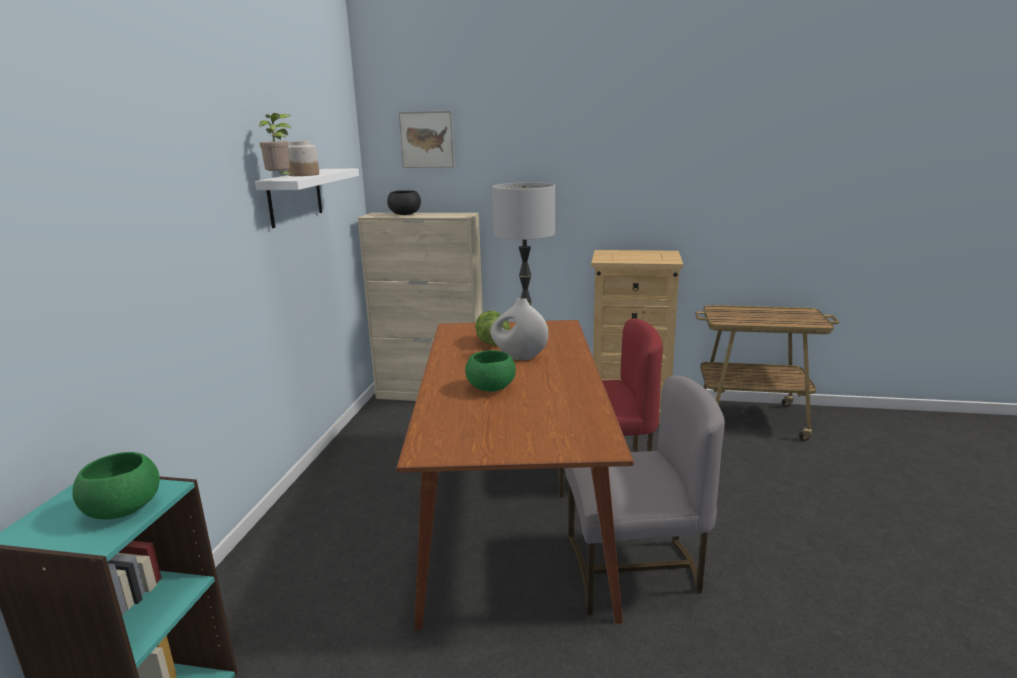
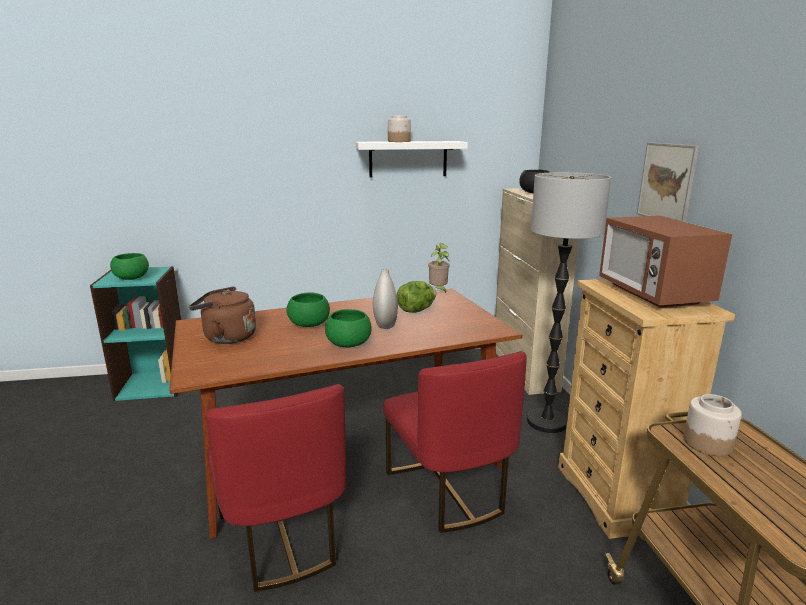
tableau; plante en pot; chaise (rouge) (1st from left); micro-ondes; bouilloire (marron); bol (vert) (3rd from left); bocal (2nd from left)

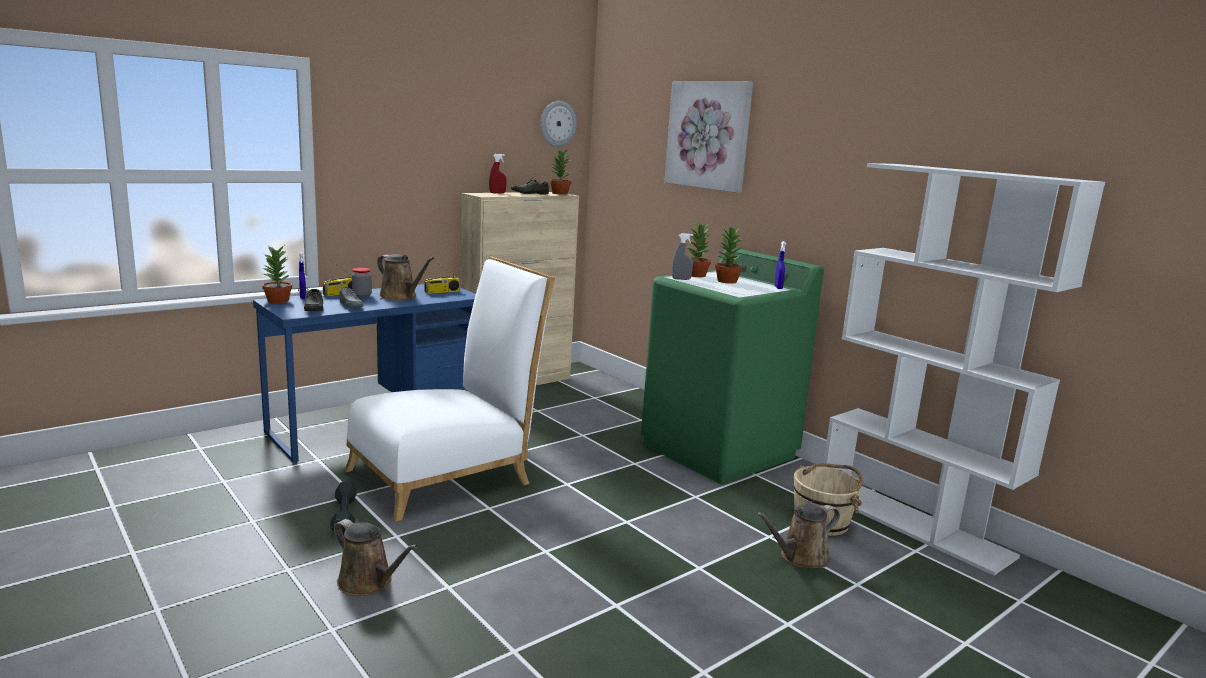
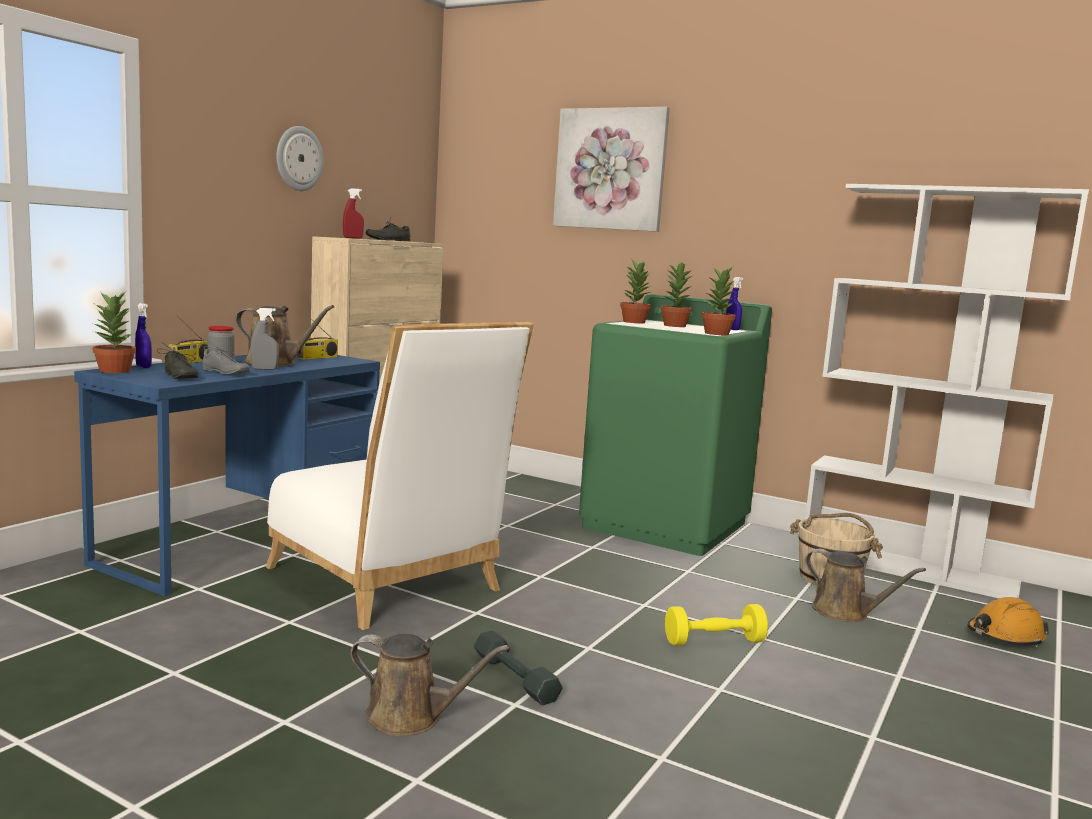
horloge murale; plante en pot (4th from left); vaporisateur (gris); chaise (blanc); haltère (gris); arrosoir (marron) (3rd from left); casque de chantier (orange); haltère (jaune)

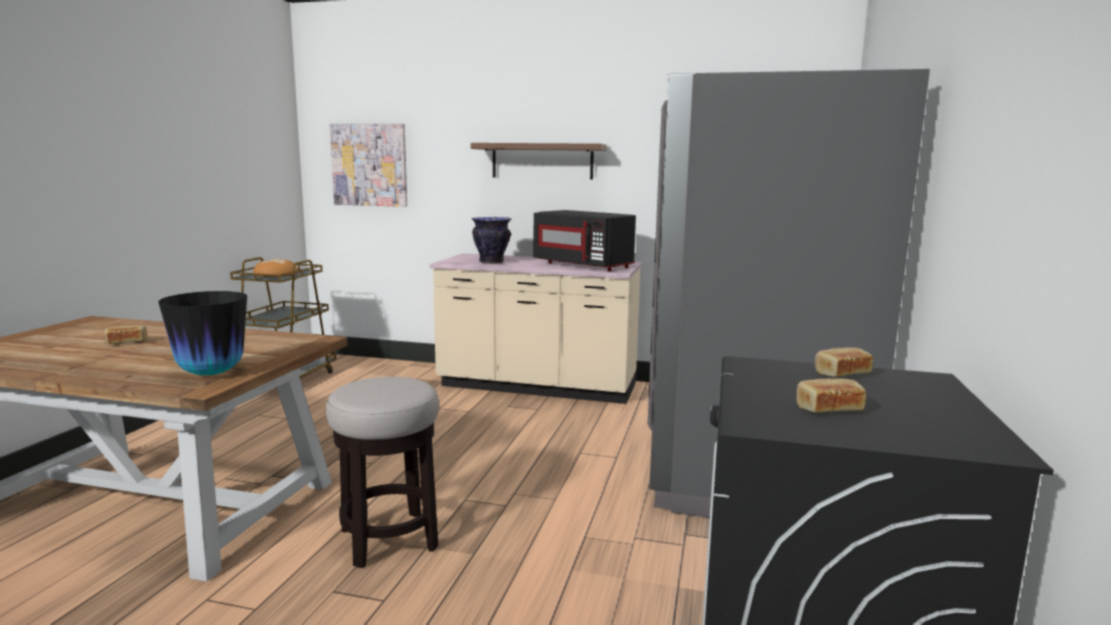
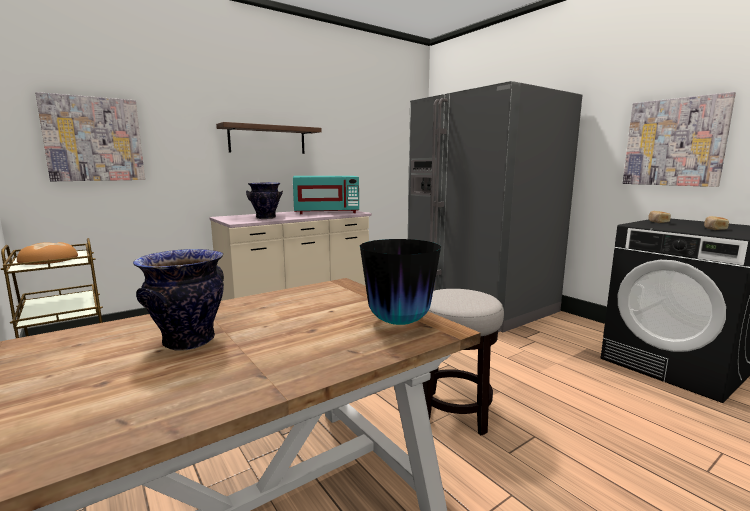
micro-ondes (turquoise); vase (1st from left); tableau (2nd from left)

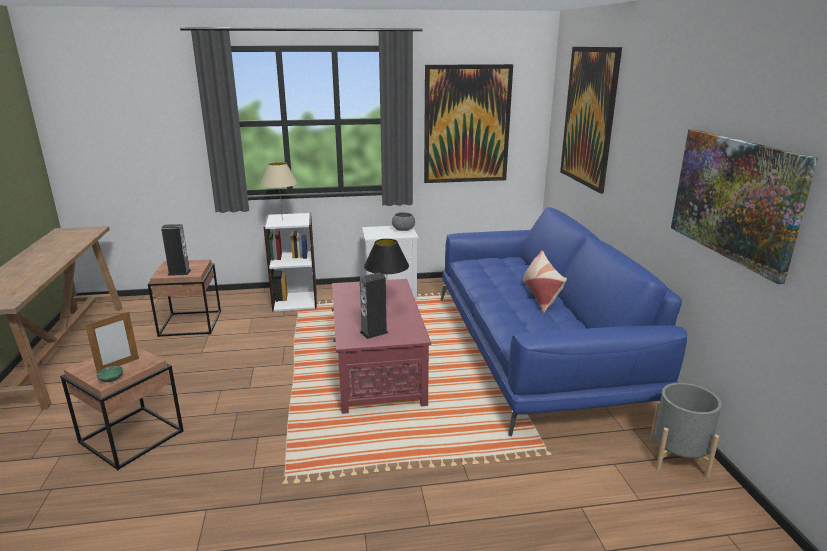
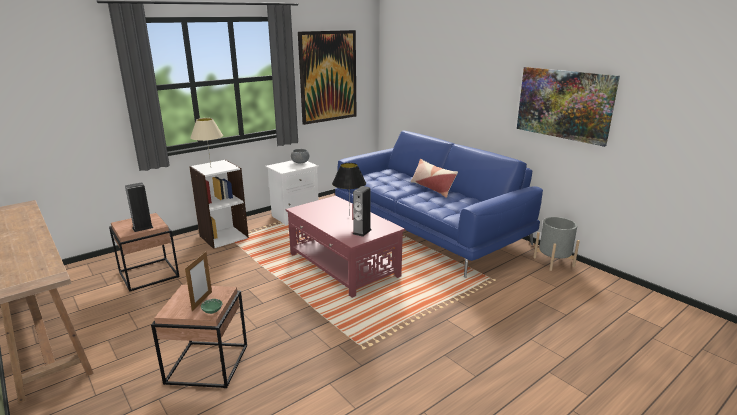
tableau (2nd from left in the first image)

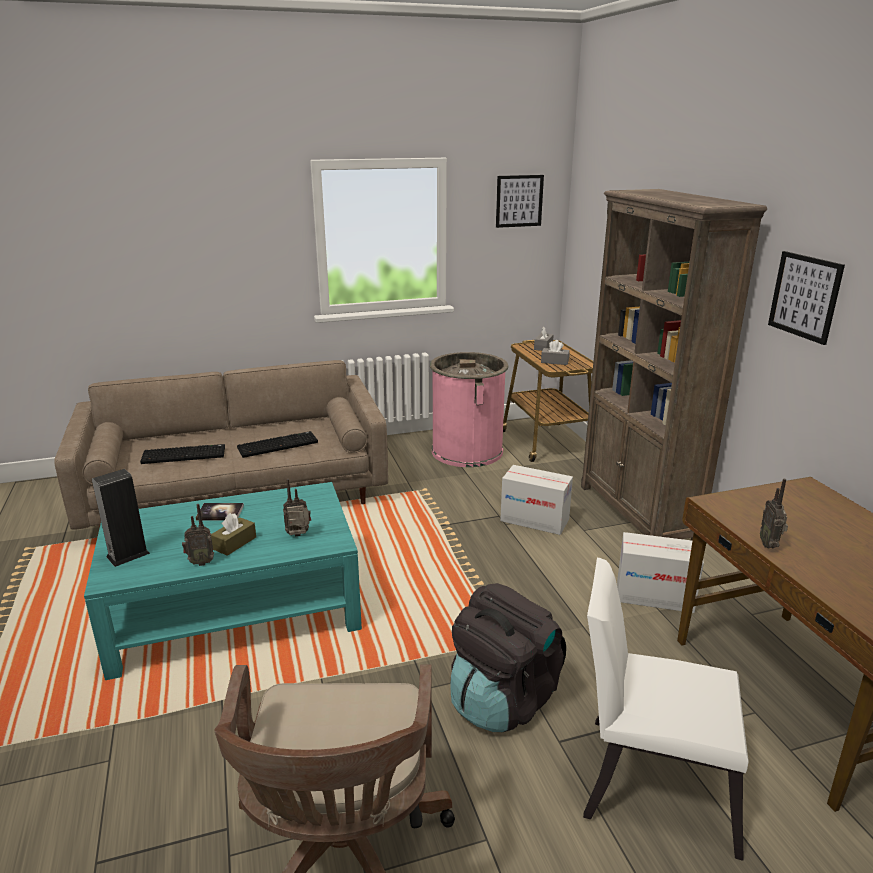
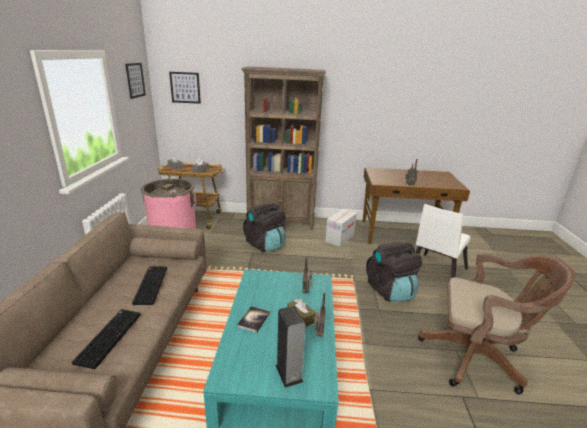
tableau (2nd from left); sac à dos (noir) (1st from left)

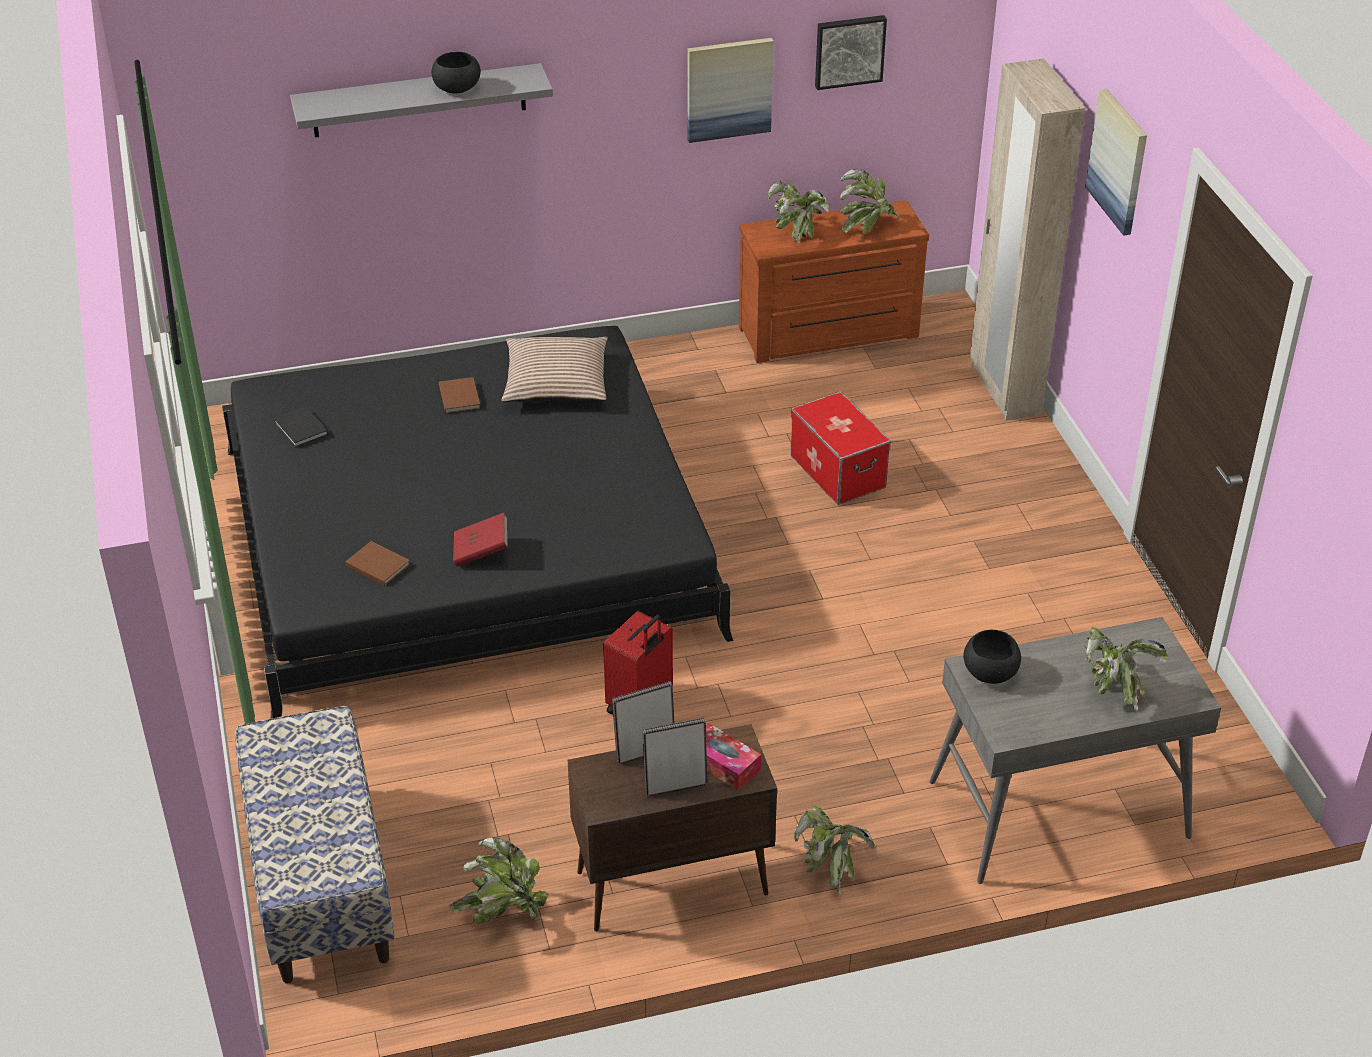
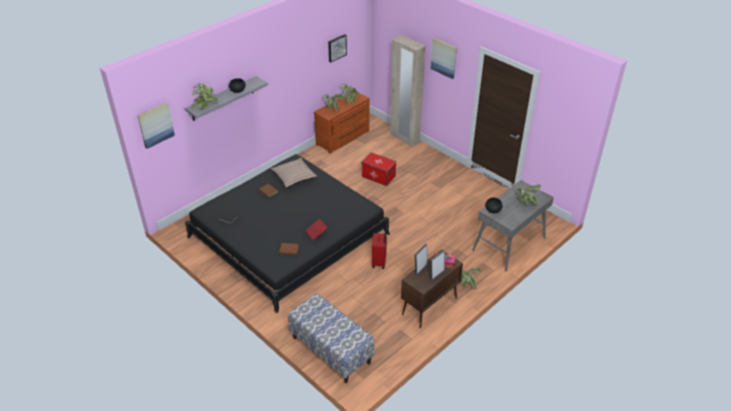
tableau (1st from left); plante en pot (1st from left)

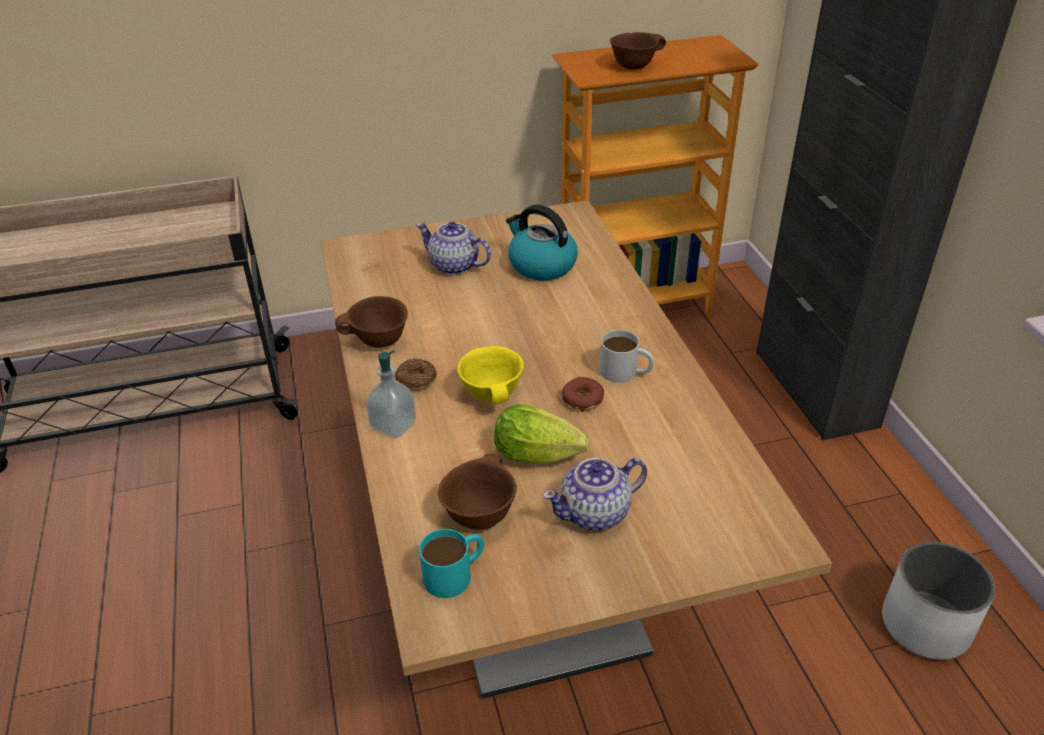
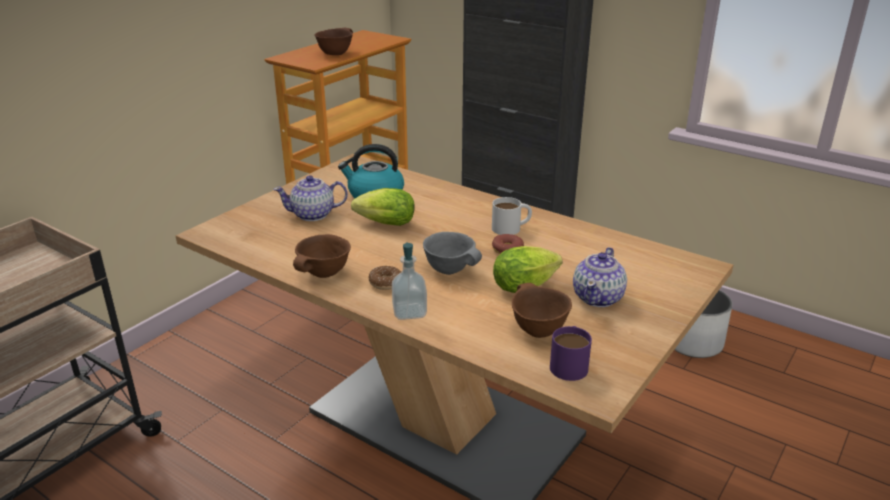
bol (gris); mug (violet); laitue (1st from left)

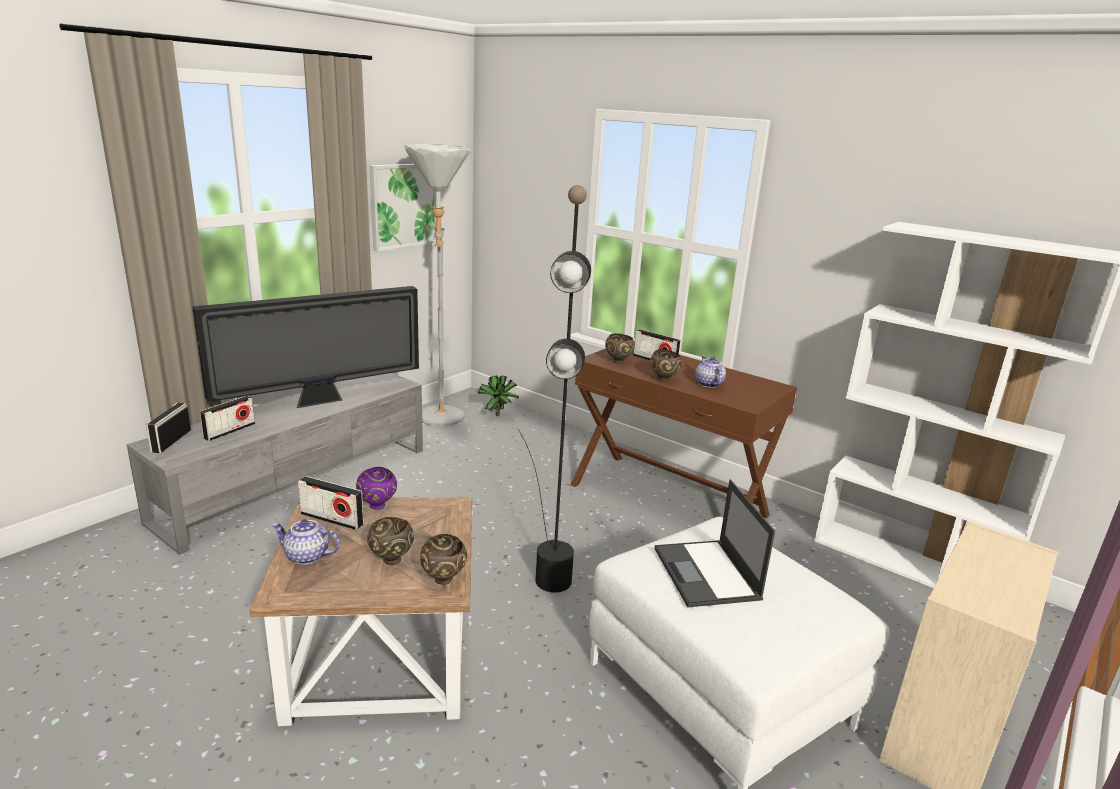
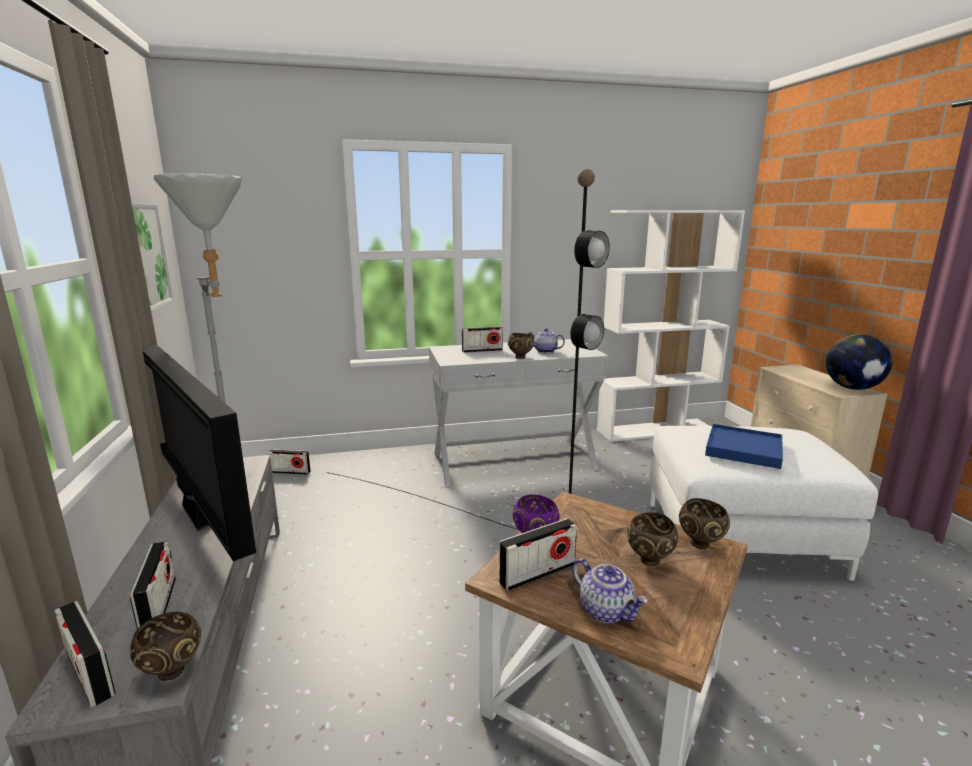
téléviseur; bol (marron) (1st from left); table console (blanc); radio (3rd from left); plateau (bleu); théière (2nd from left); globe

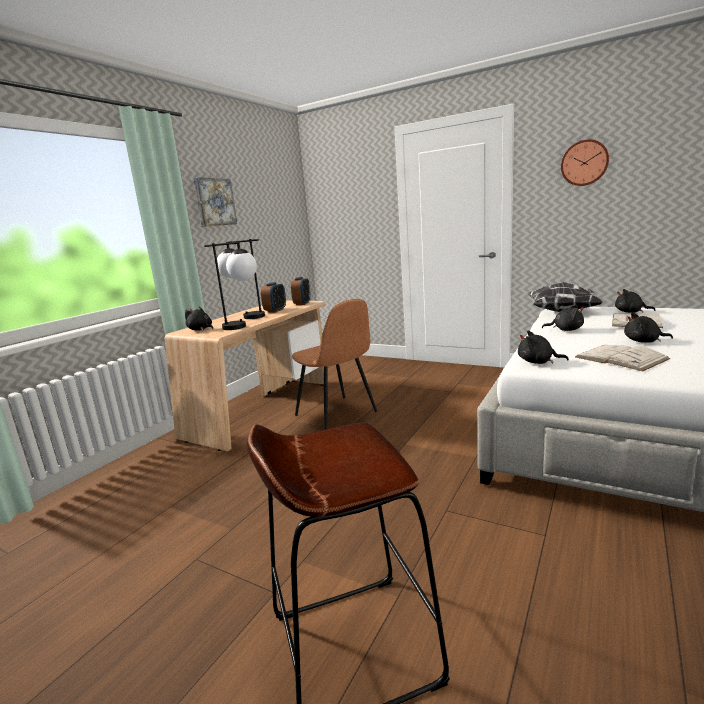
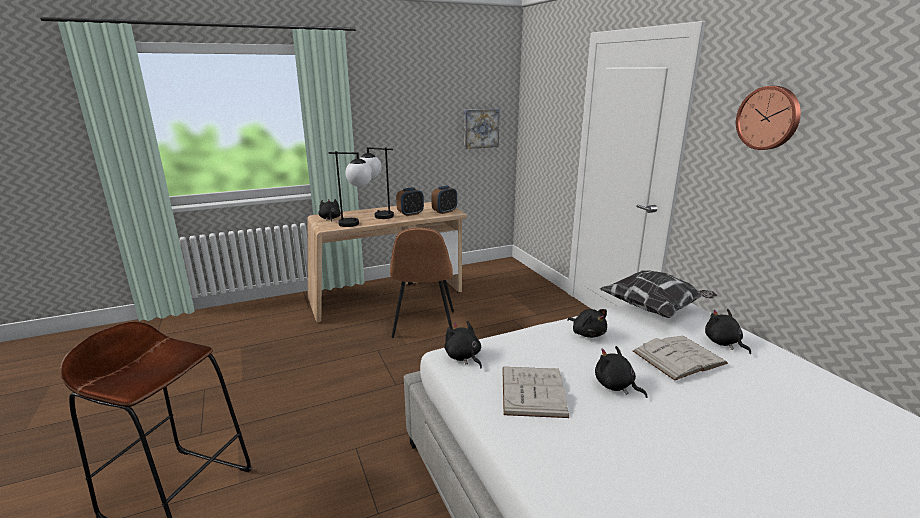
tableau

